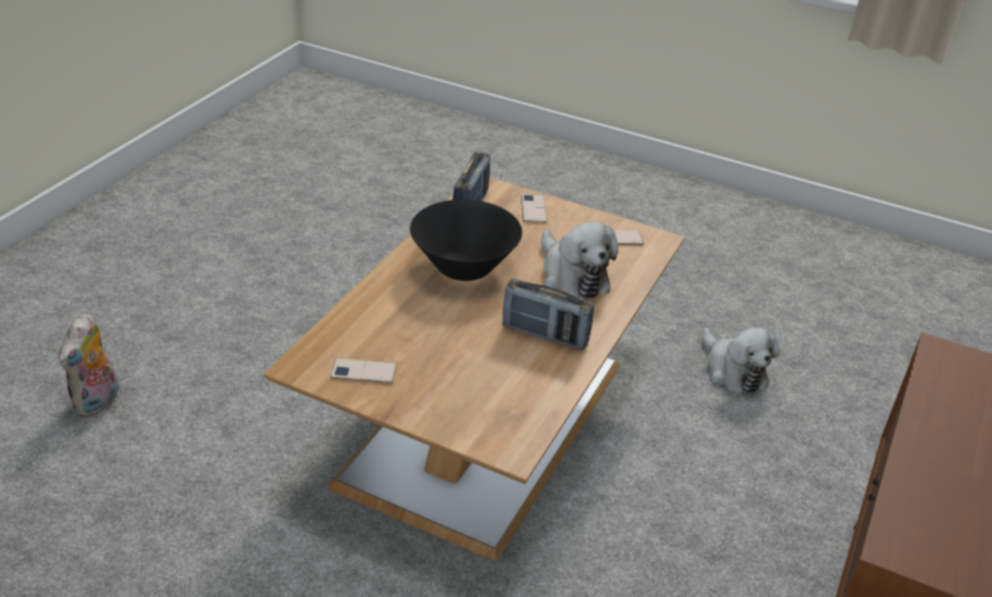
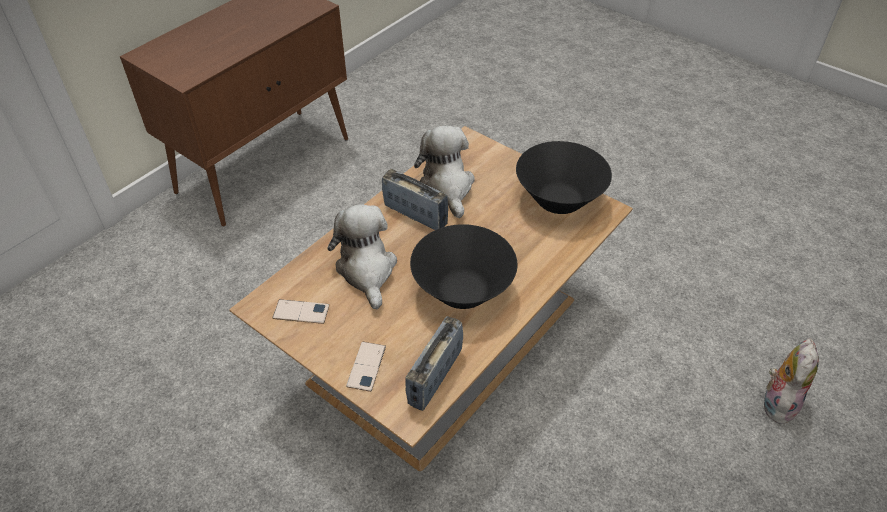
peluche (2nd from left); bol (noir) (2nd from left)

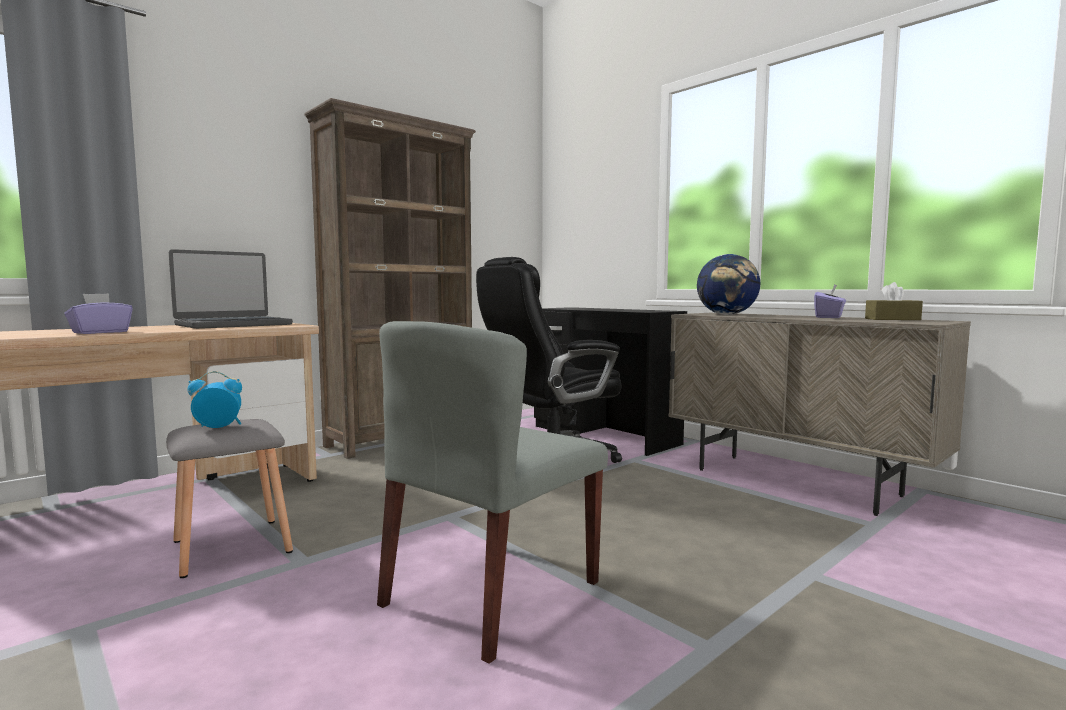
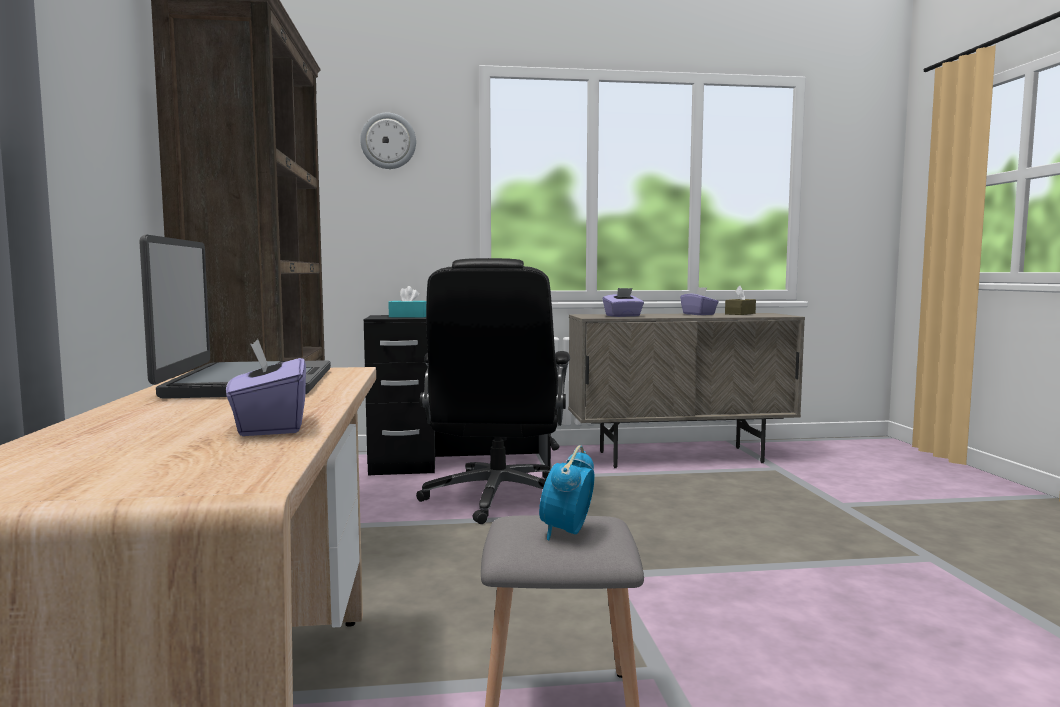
boîte à mouchoirs (violet) (2nd from left); chaise (gris); horloge murale; boîte à mouchoirs (turquoise)

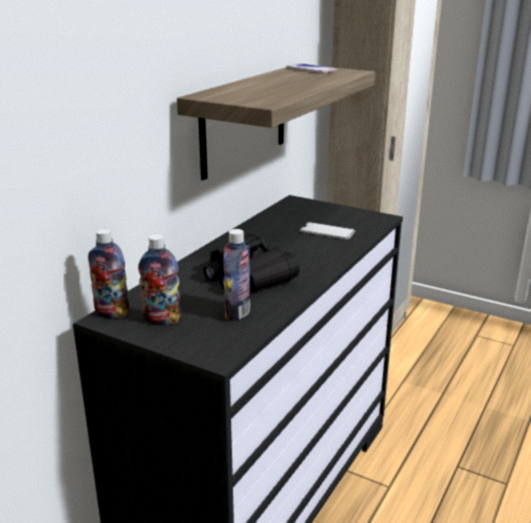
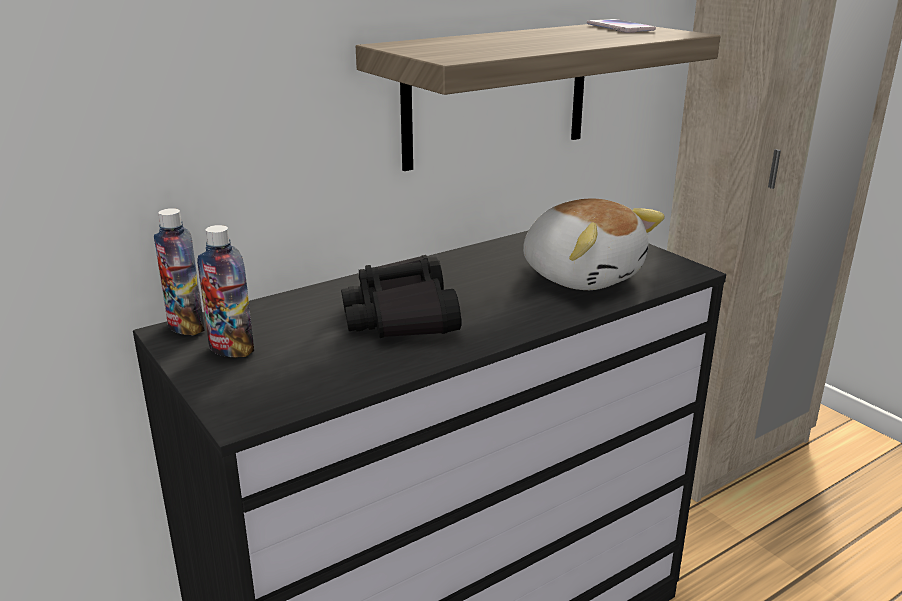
peluche; bouteille (3rd from left in the first image)

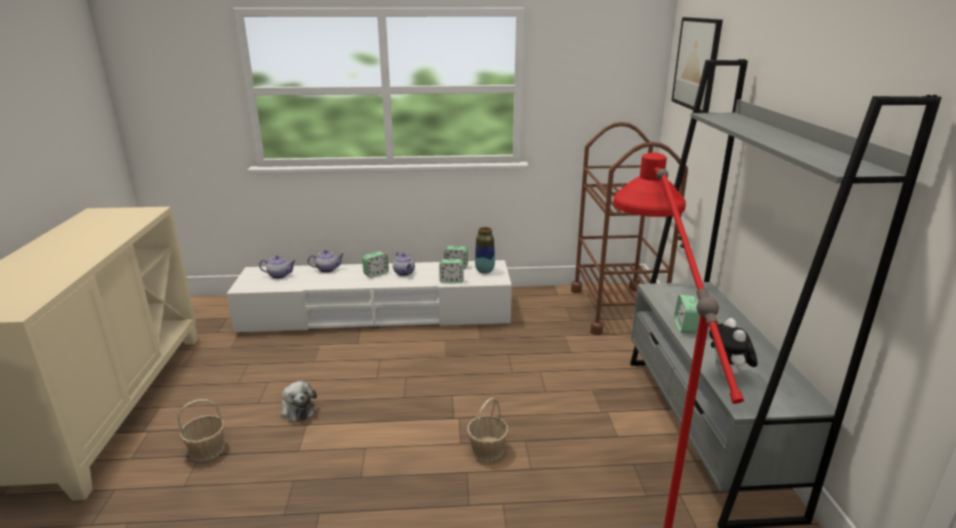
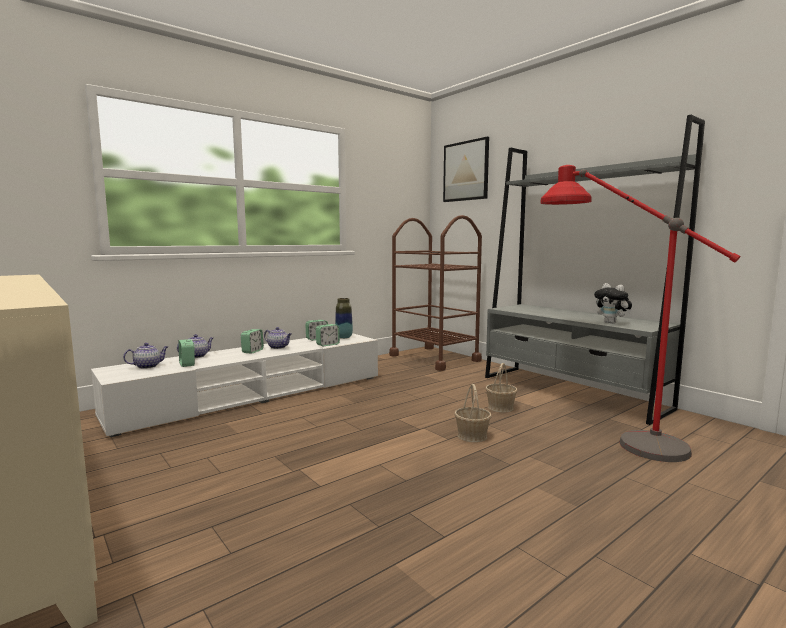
réveil (1st from left); peluche (1st from left in the first image); panier (2nd from left)

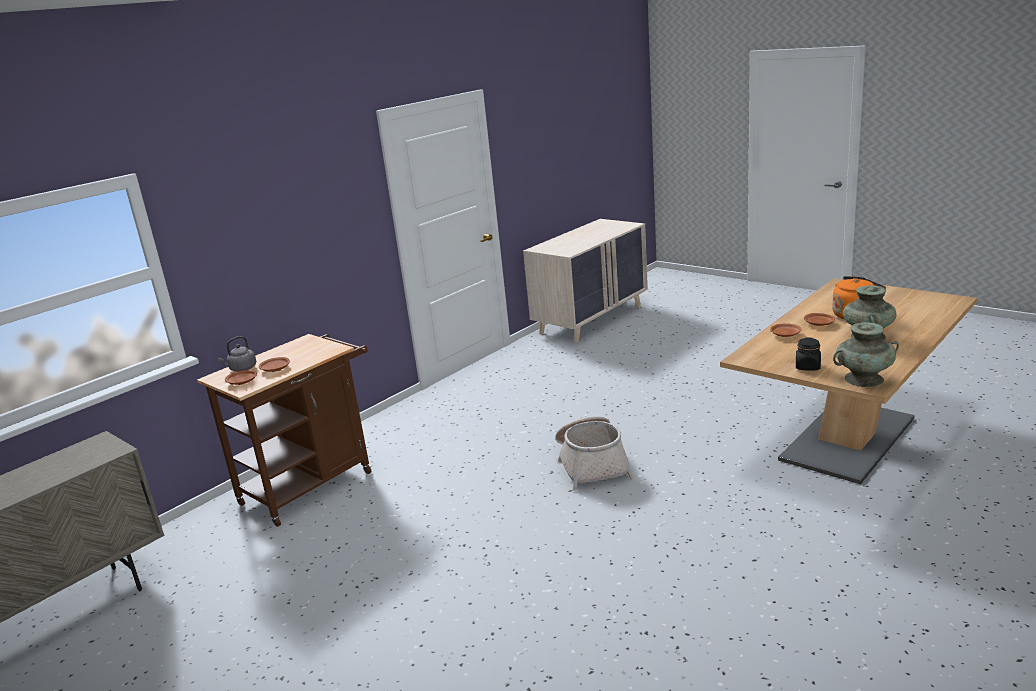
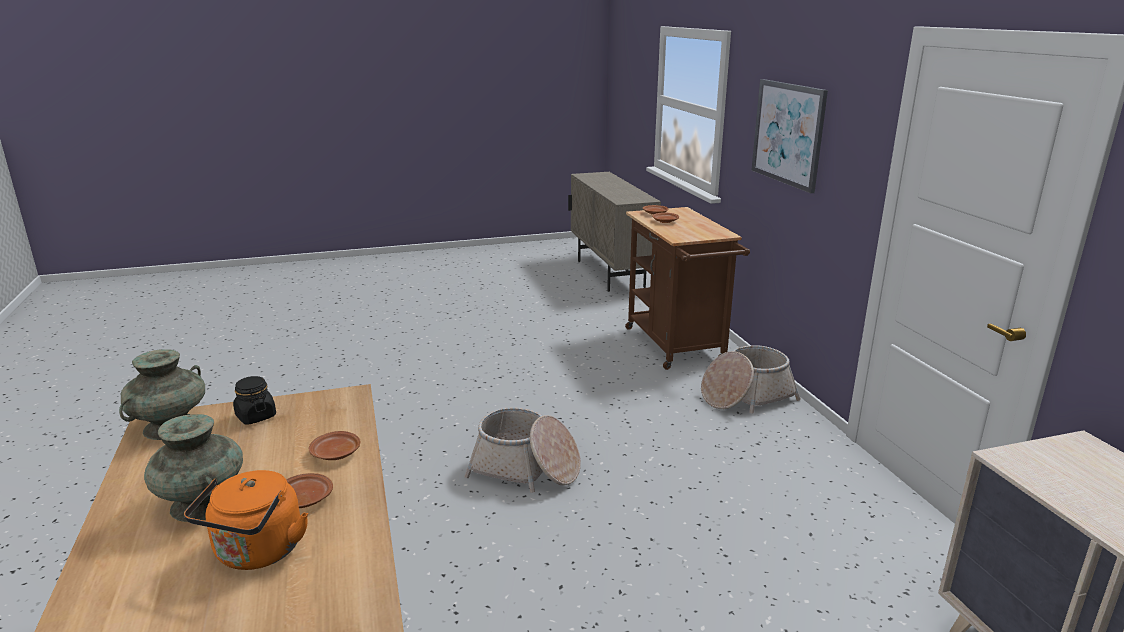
bouilloire (gris); tableau; panier (2nd from left)

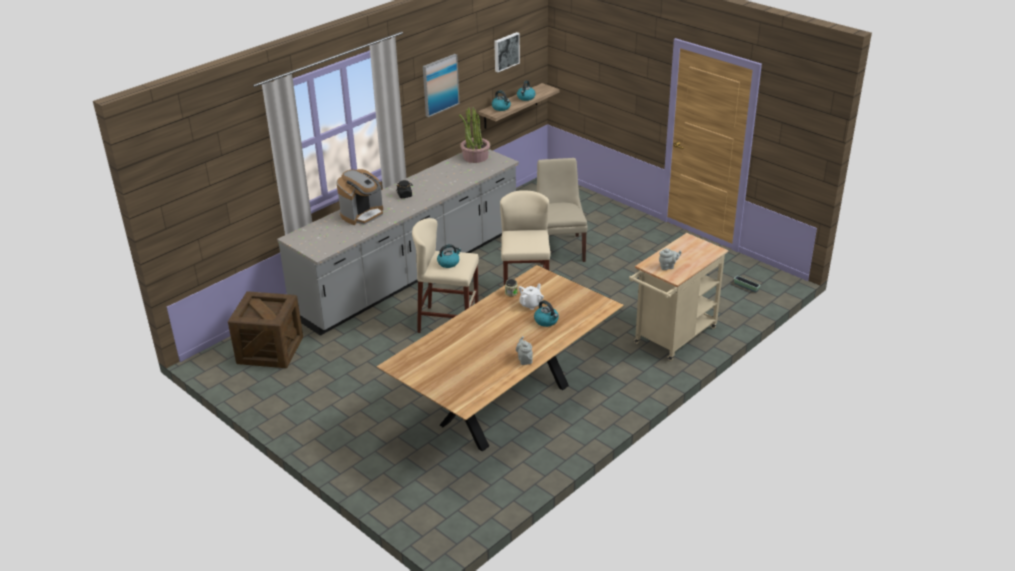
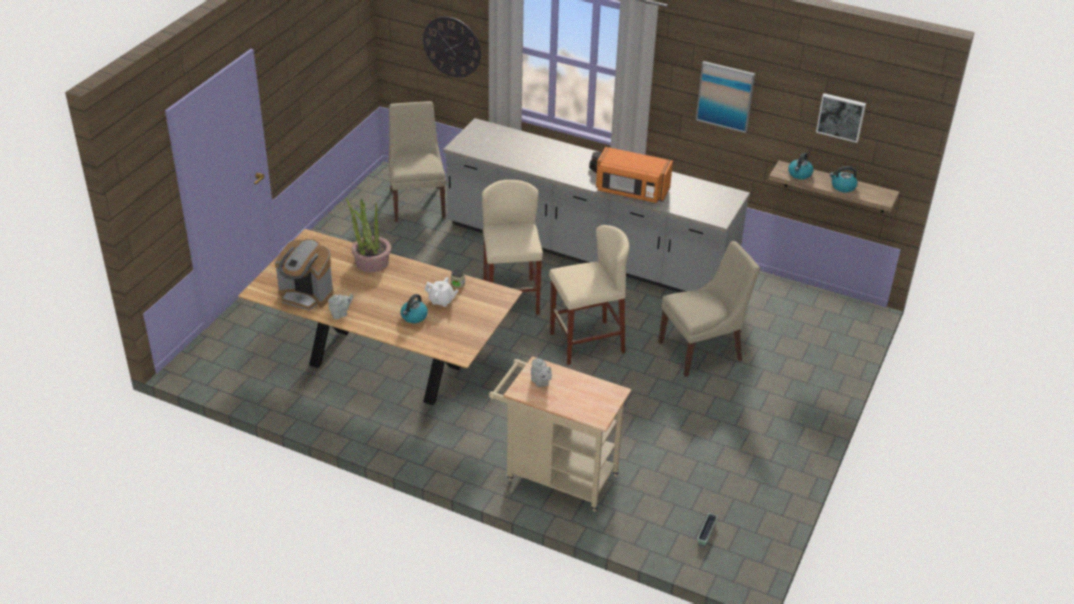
plante en pot; machine à café; bouilloire (1st from left in the first image); chaise (beige) (1st from left); horloge murale; micro-ondes (orange)

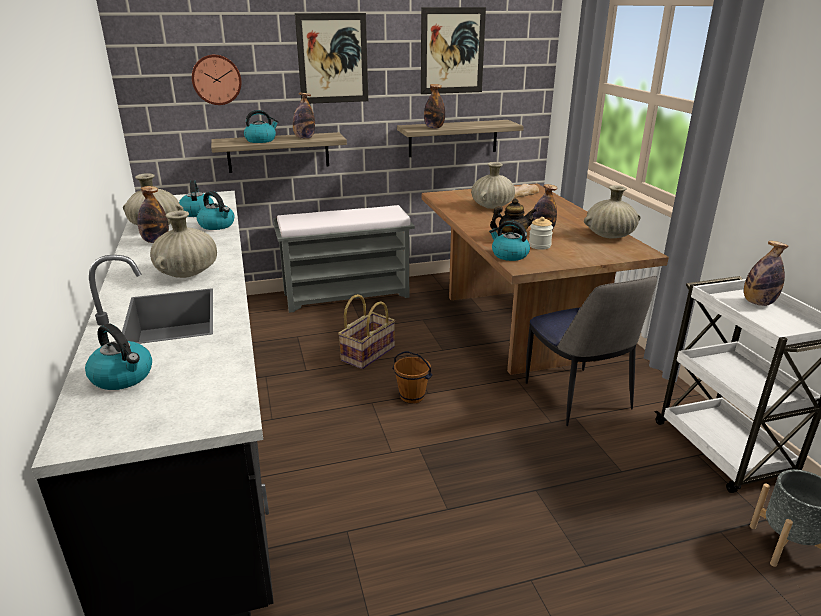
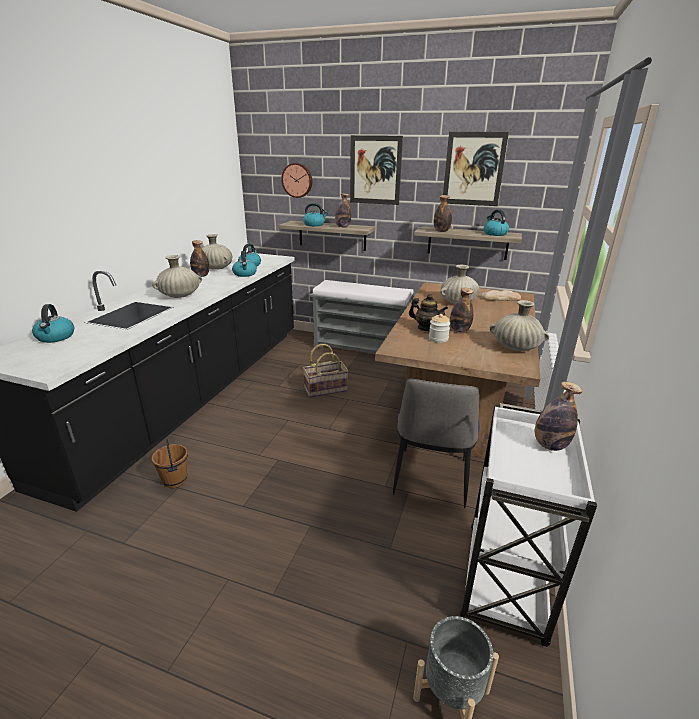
bouilloire (5th from left); seau (marron)

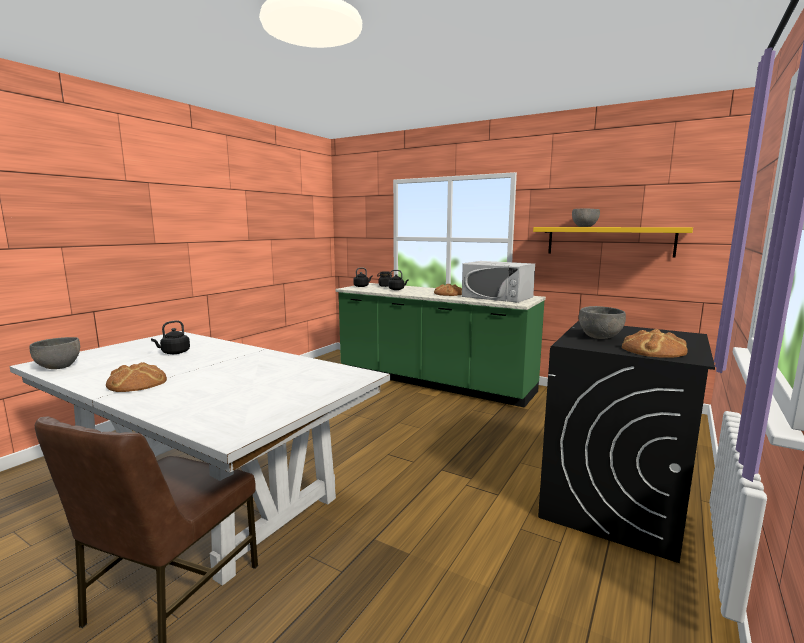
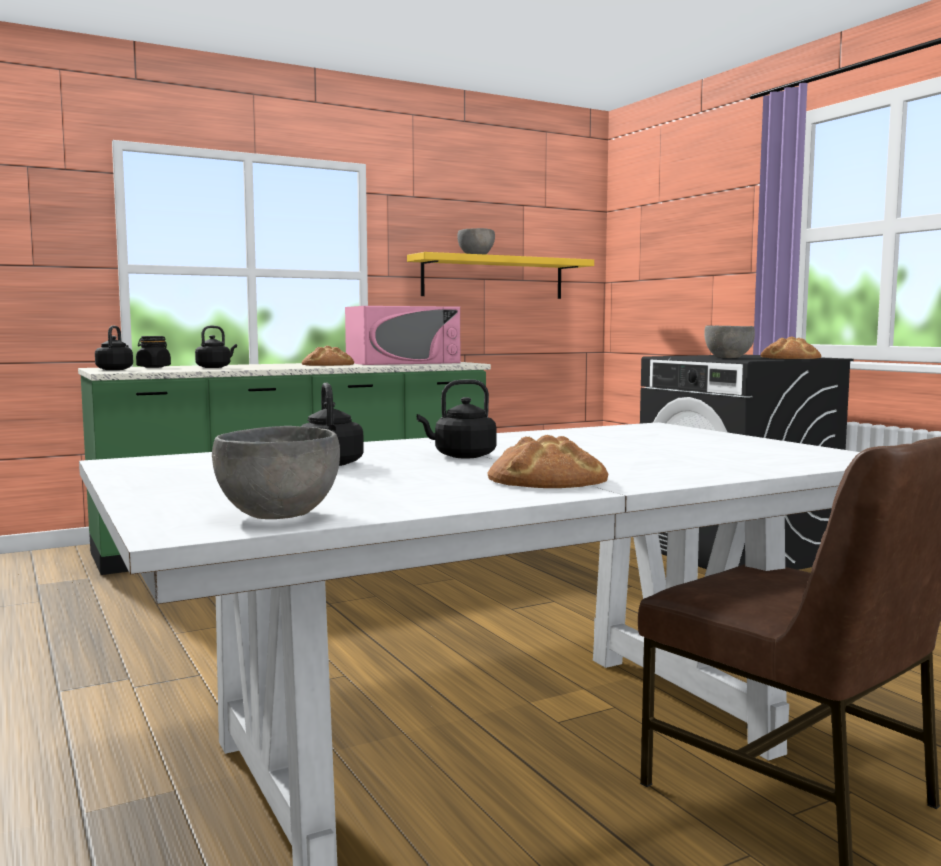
micro-ondes (rose); bouilloire (noir) (4th from left)

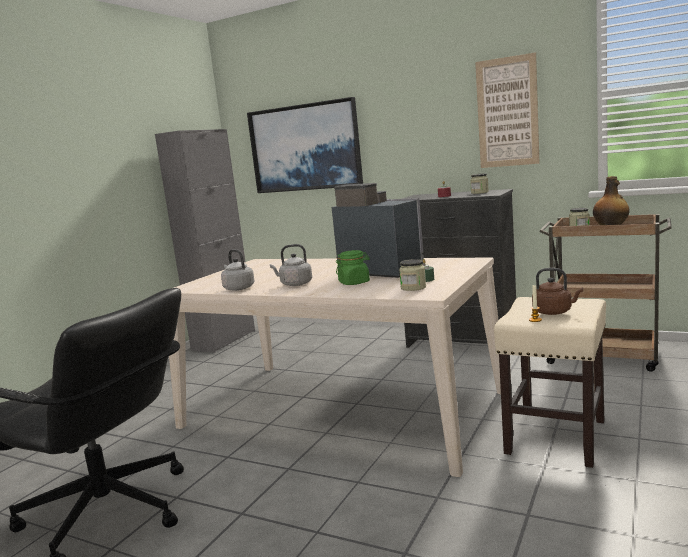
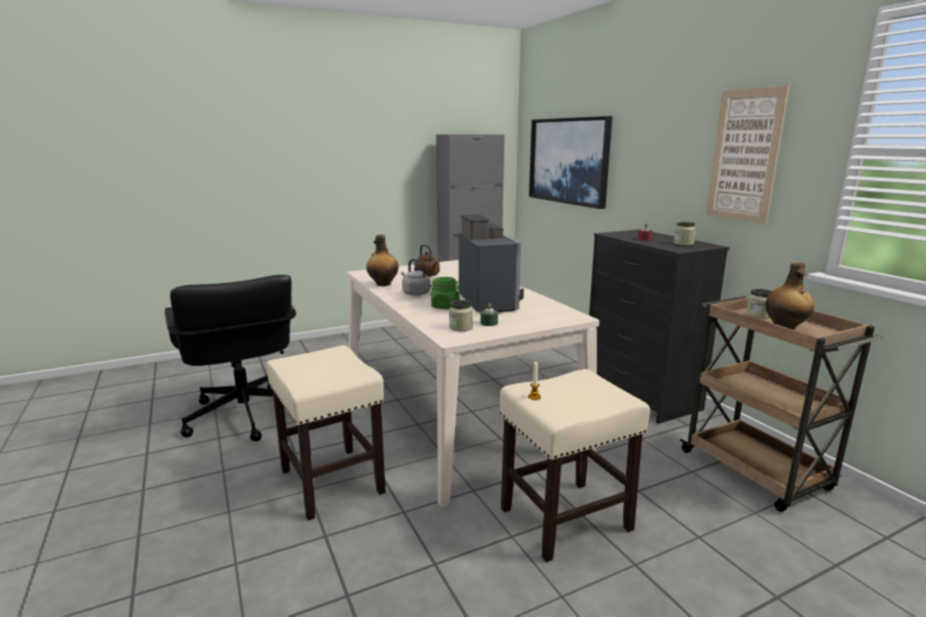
bouteille (1st from left); bouilloire (marron); tabouret (beige) (1st from left)

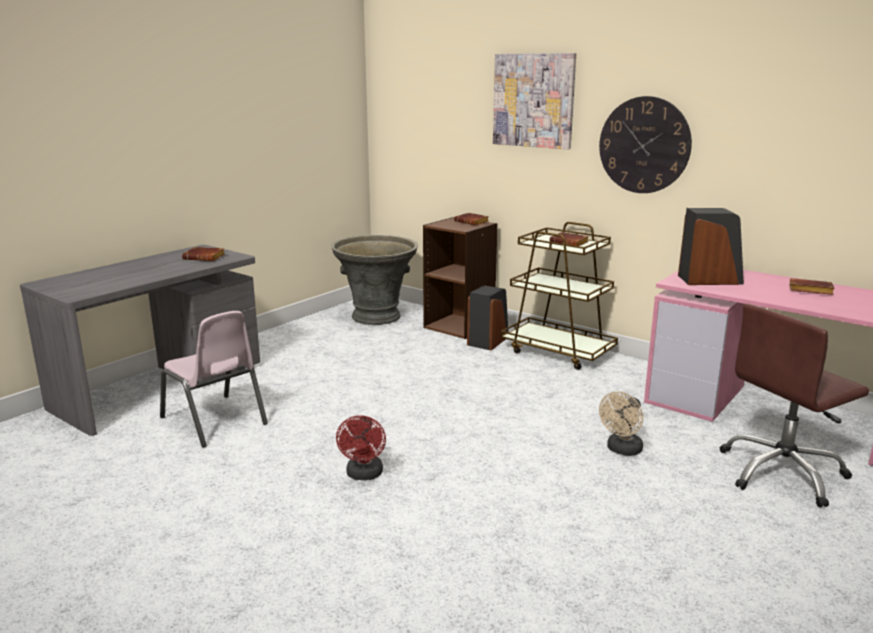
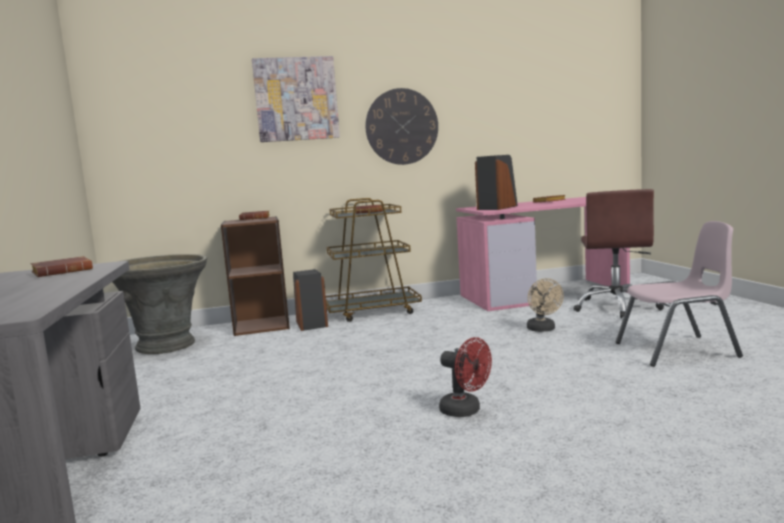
chaise (rose)

